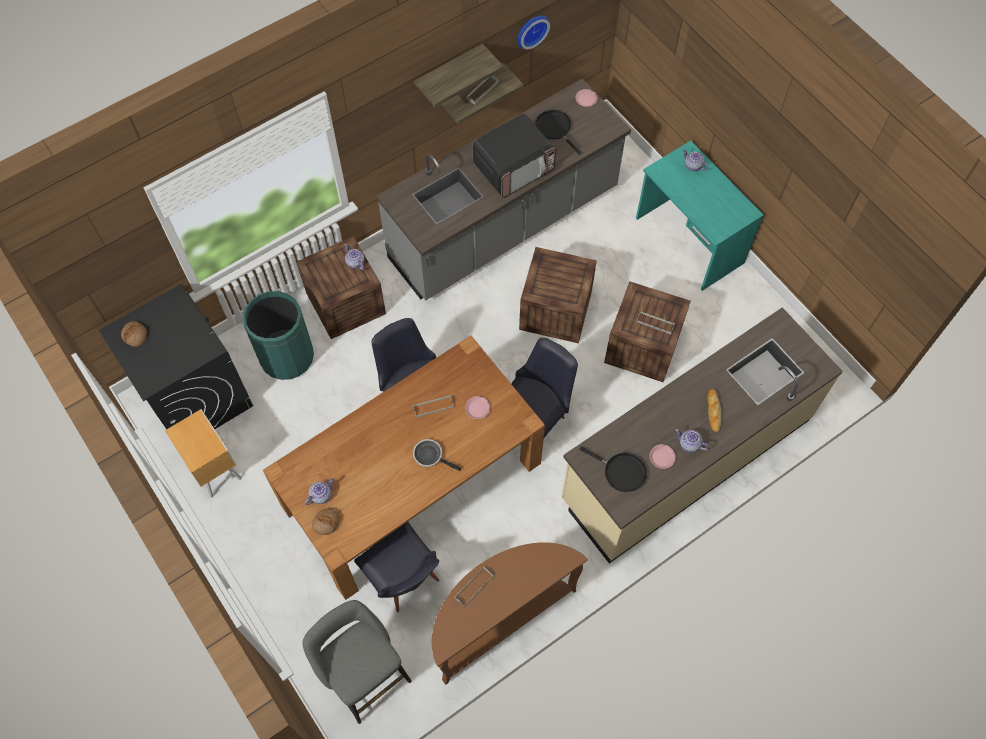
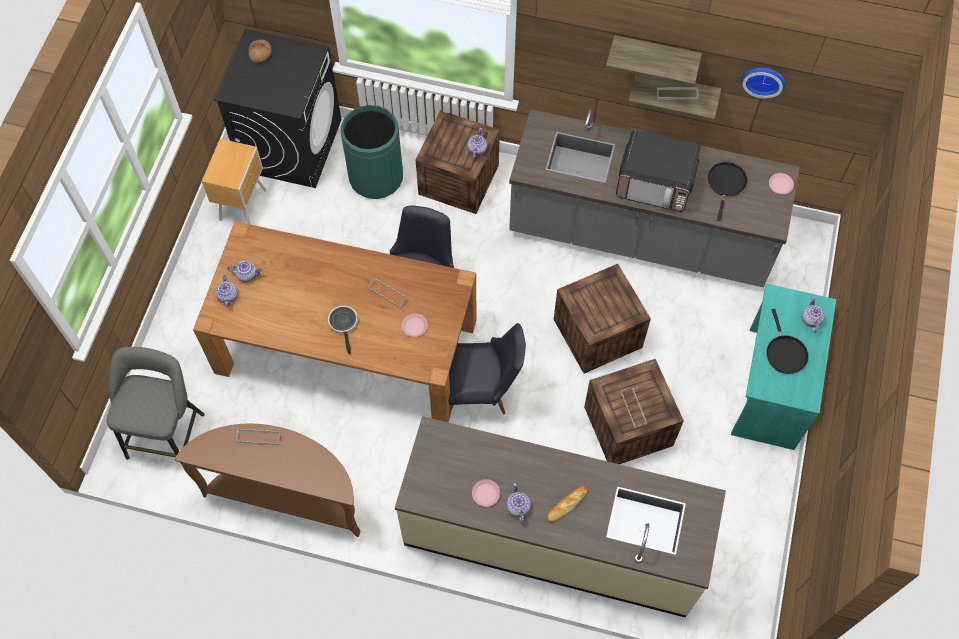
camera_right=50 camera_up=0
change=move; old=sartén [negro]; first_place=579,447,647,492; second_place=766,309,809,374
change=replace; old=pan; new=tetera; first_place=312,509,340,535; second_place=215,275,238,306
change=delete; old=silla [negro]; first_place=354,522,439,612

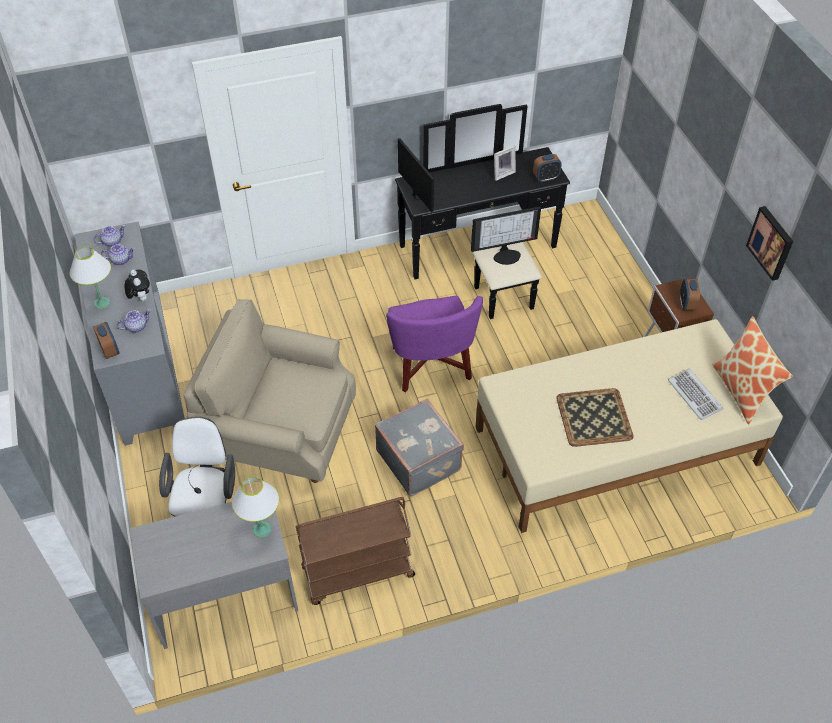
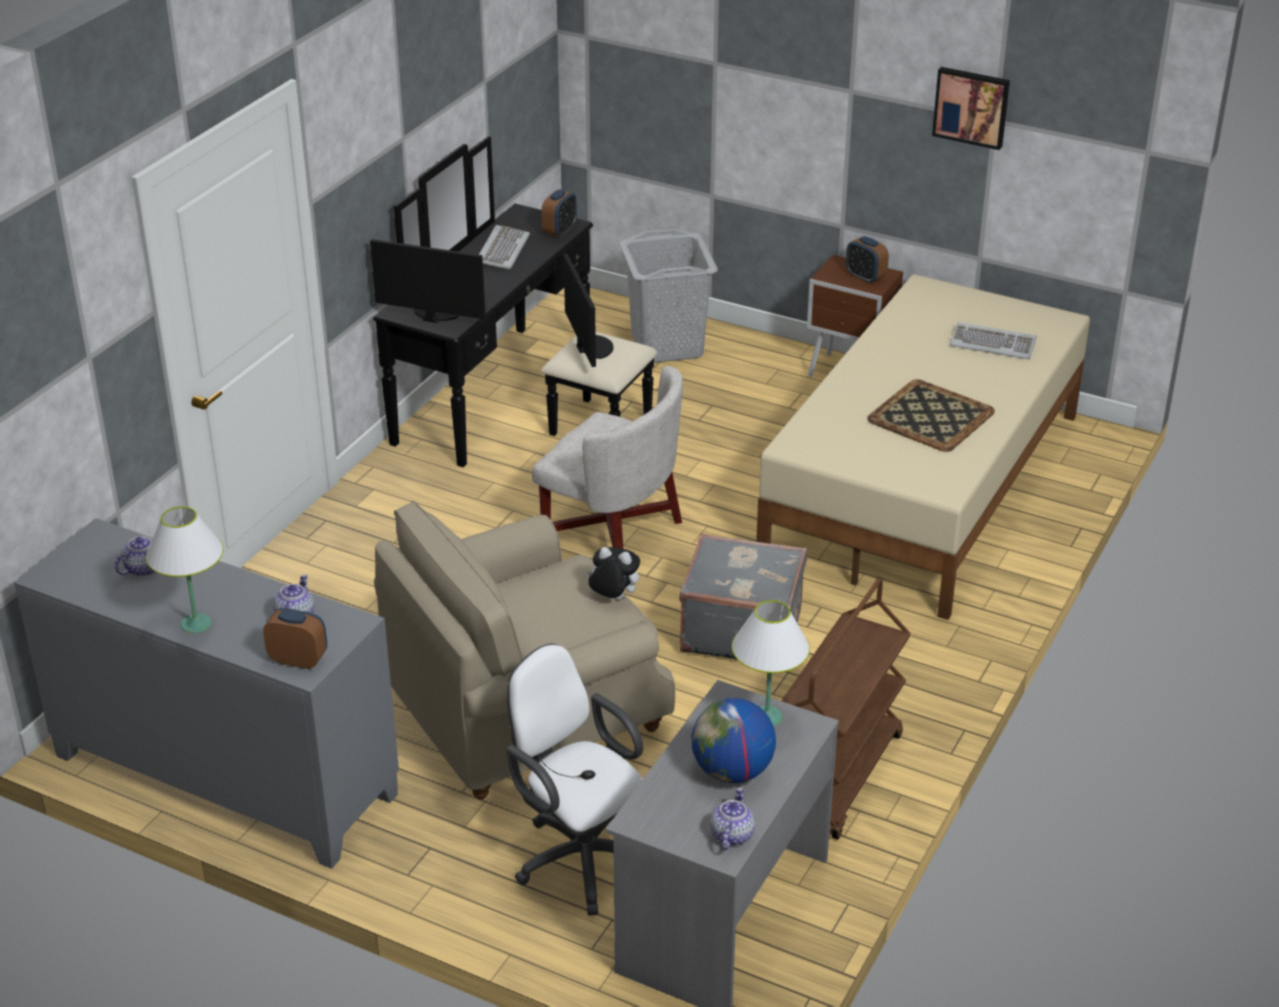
camera_right=-45 camera_up=-15
change=replace; old=portarretratos; new=teclado; first_place=494,145,516,181; second_place=479,225,530,269
change=rotate; old=monitor; first_place=471,207,541,265; second_place=564,254,613,367; degrees=-45
change=move; old=tetera; first_place=94,225,125,247; second_place=710,787,755,850
change=move; old=peluche; first_place=124,269,150,301; second_place=587,547,640,600
change=recolor; old=sillón [morado]; new=sillón [blanco]; first_place=386,296,483,392; second_place=532,366,683,549
change=delete; old=cojín; first_place=713,316,793,425
change=insert; new=cesto de la ropa [gris]; second_place=620,229,718,363
change=insert; new=globo terráqueo; second_place=691,698,776,783

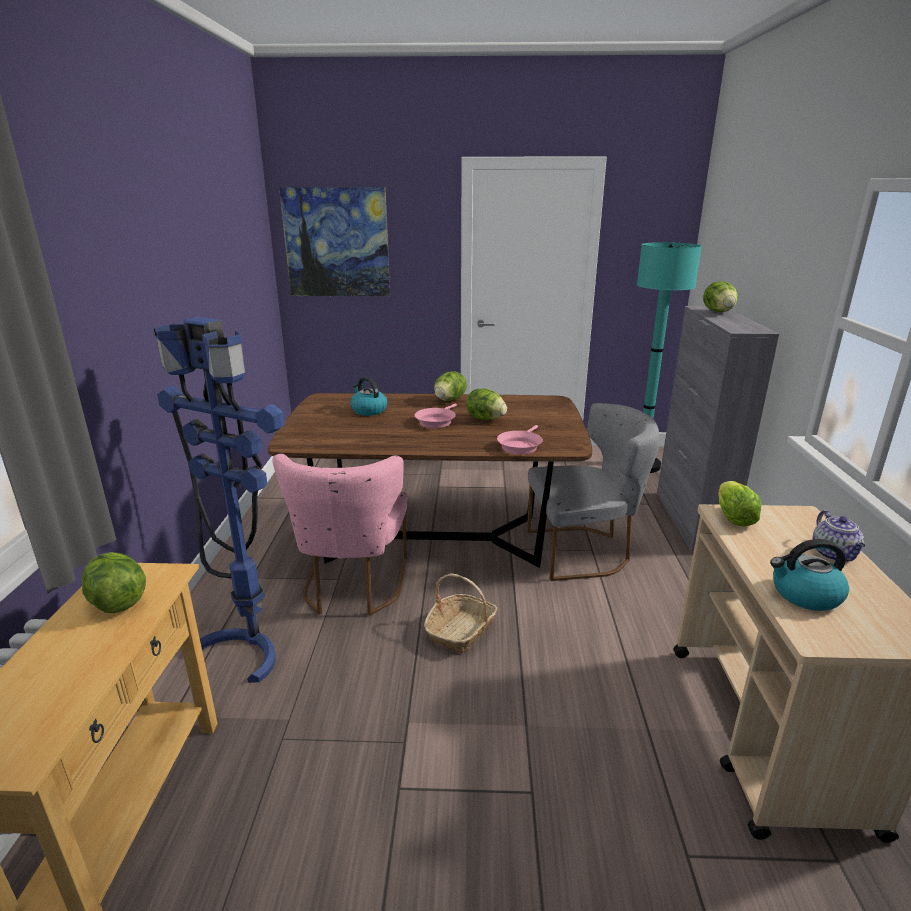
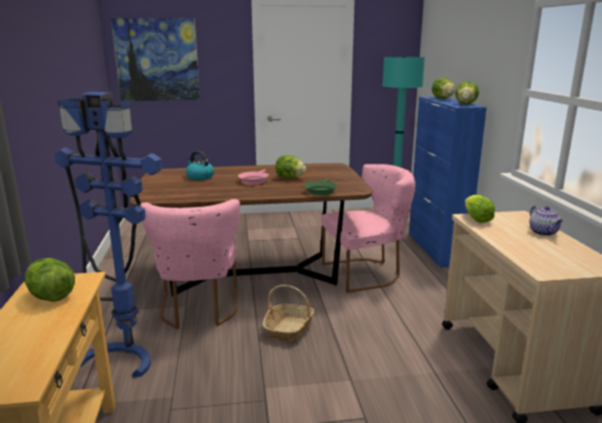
camera_right=-10 camera_up=-5
change=recolor; old=armario [gris]; new=armario [azul]; first_place=657,306,779,552; second_place=409,97,487,268
change=move; old=lechuga; first_place=434,371,467,401; second_place=455,81,479,104
change=recolor; old=silla [gris]; new=silla [rosa]; first_place=527,403,659,581; second_place=321,164,415,293
change=recolor; old=sartén [rosa]; new=sartén [verde]; first_place=497,425,543,455; second_place=304,178,337,196
change=delete; old=hervidor; first_place=770,539,849,611

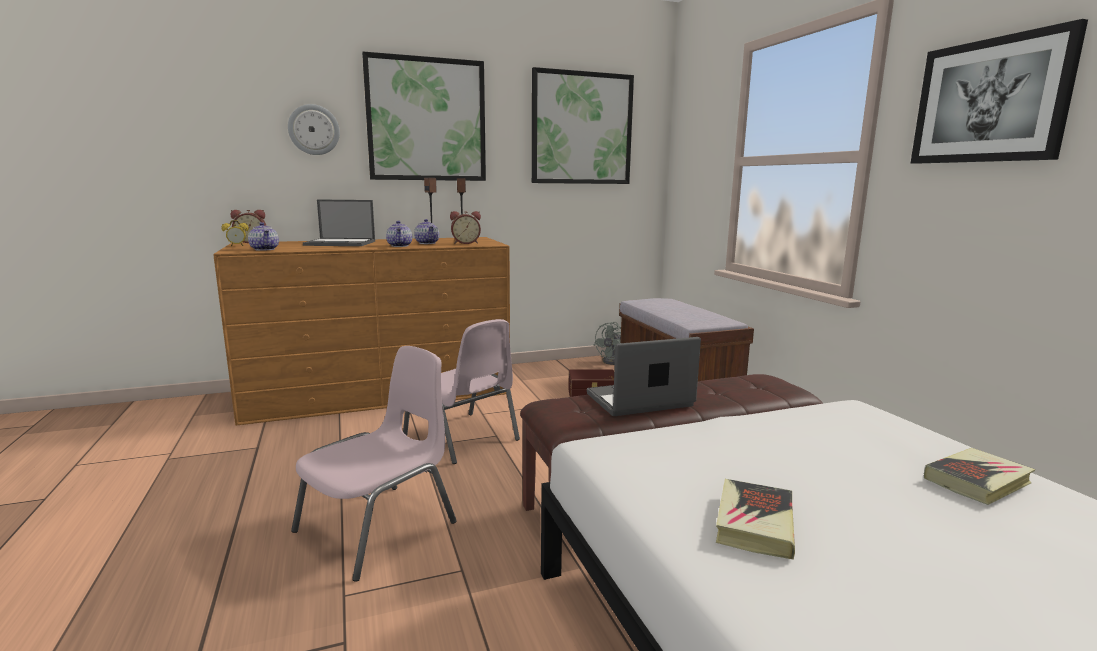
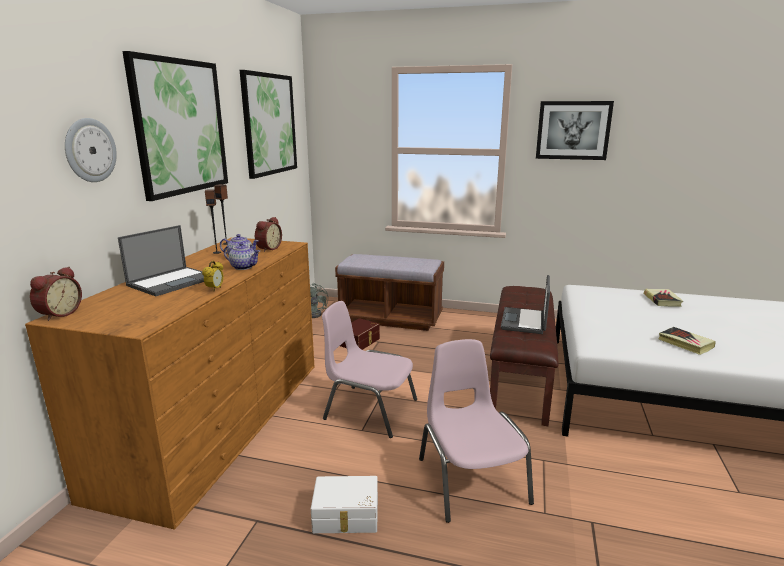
camera_right=-55 camera_up=5
change=move; old=despertador; first_place=221,220,249,246; second_place=202,261,224,291
change=delete; old=tetera; first_place=248,222,279,251
change=rotate; old=silla [rosa]; first_place=403,319,520,464; second_place=322,301,417,438; degrees=-150
change=insert; new=caja de almacenaje [blanco]; second_place=311,476,378,533

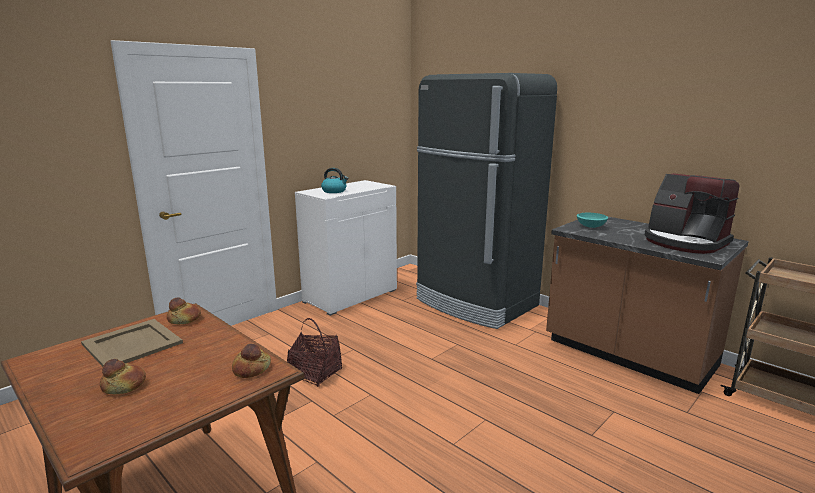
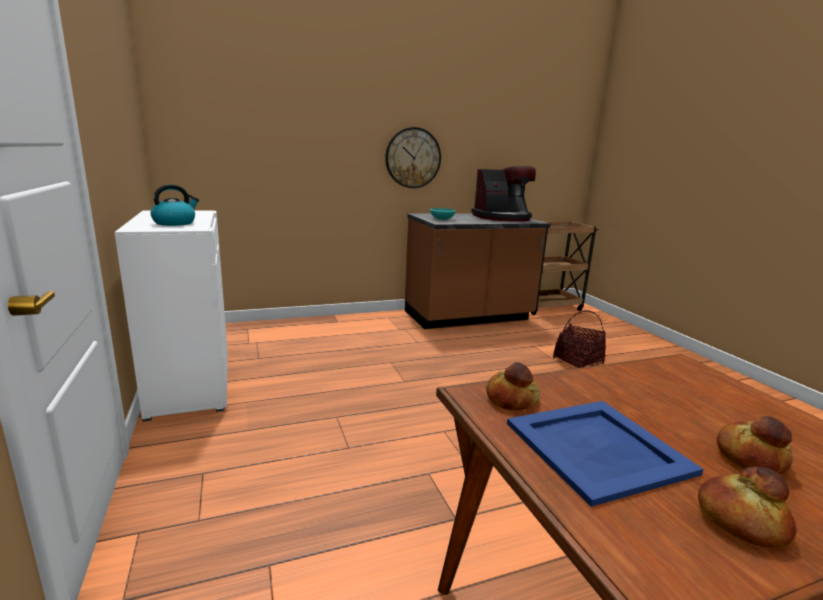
camera_right=-65 camera_up=0
change=delete; old=nevera [negro]; first_place=416,73,557,329
change=move; old=cesta; first_place=287,318,342,387; second_place=553,310,606,368
change=recolor; old=bandeja [beis]; new=bandeja [azul]; first_place=81,319,183,367; second_place=507,401,704,507
change=move; old=pan; first_place=232,344,271,378; second_place=698,467,797,548
change=insert; new=reloj de pared; second_place=385,127,441,188

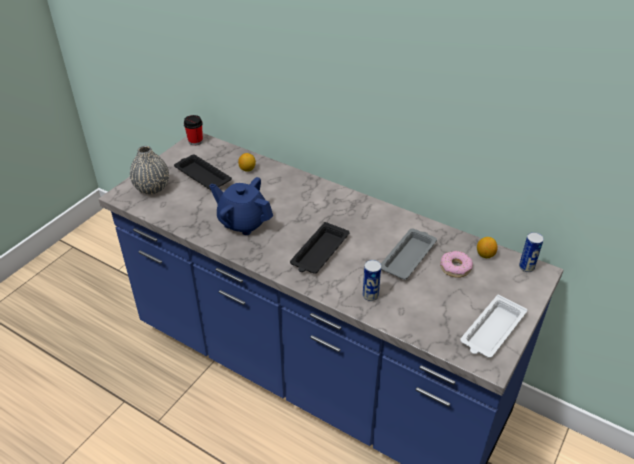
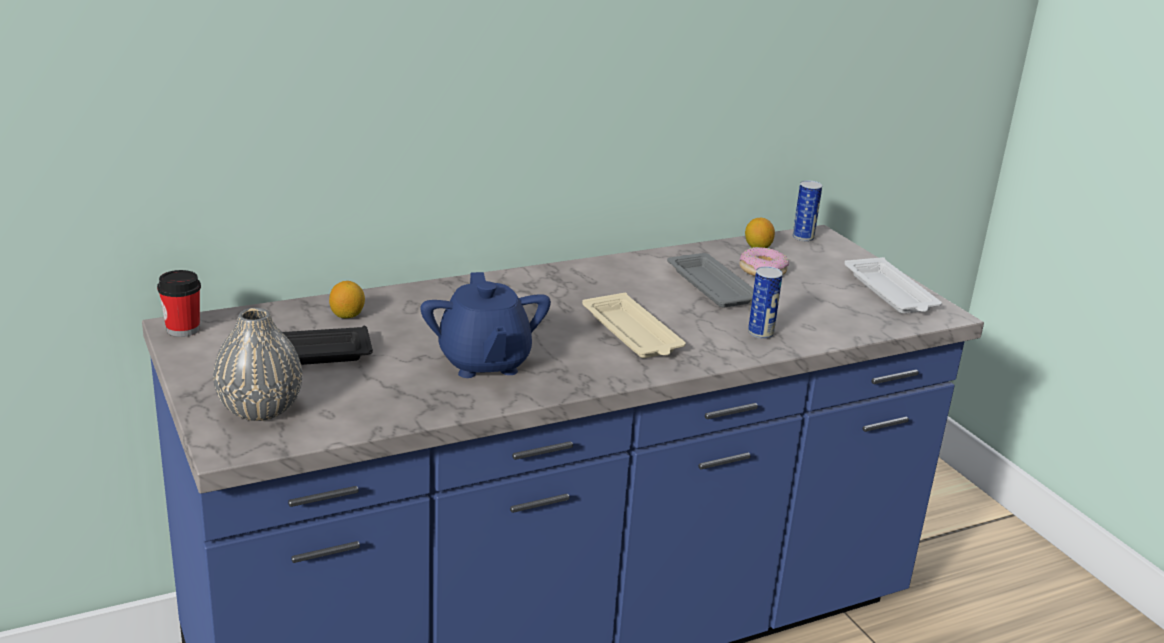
camera_right=-60 camera_up=-15
change=rotate; old=tetera [azul]; first_place=209,177,273,235; second_place=420,272,551,378; degrees=-75
change=recolor; old=bandeja [negro]; new=bandeja [beis]; first_place=290,222,349,274; second_place=582,293,686,358

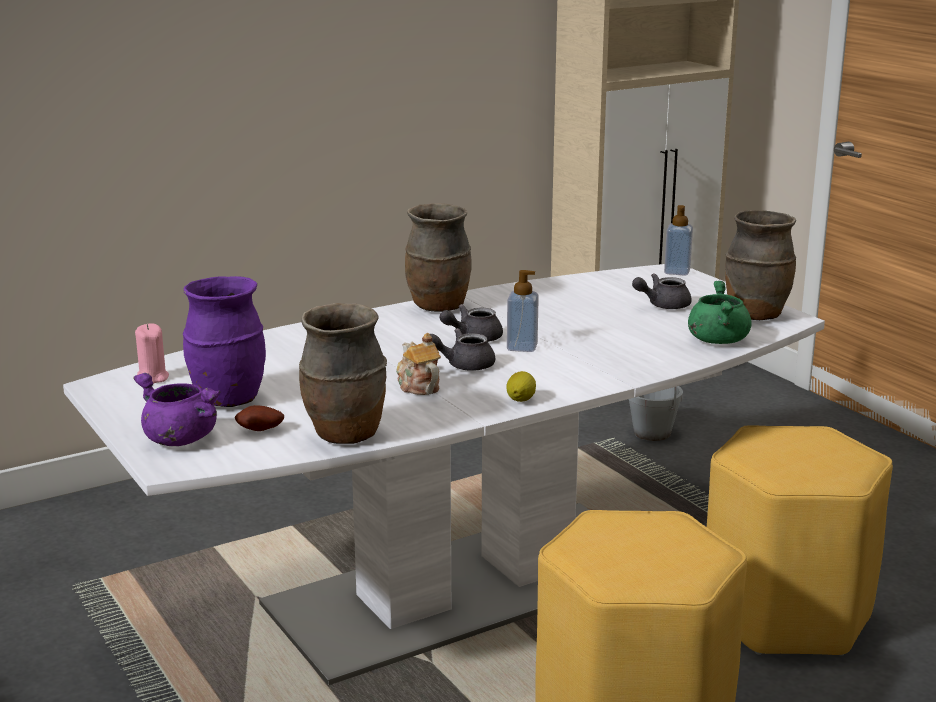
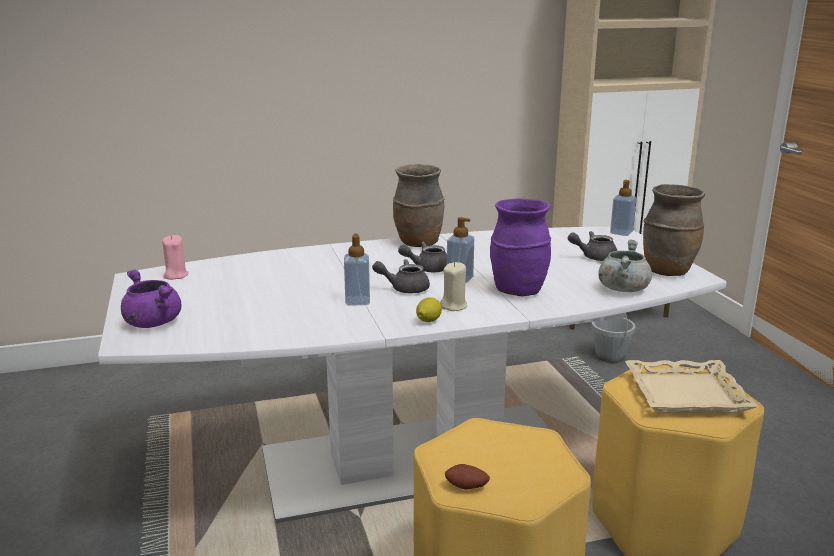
camera_right=15 camera_up=0
change=move; old=florero [morado]; first_place=183,276,266,407; second_place=490,198,551,296
change=recolor; old=olla [verde]; new=olla [gris]; first_place=688,281,752,344; second_place=598,240,652,292
change=delete; old=florero [marrón]; first_place=299,303,387,444
change=replace; old=tetera; new=dispensador de jabón; first_place=396,333,441,395; second_place=344,233,370,306
change=move; old=patata; first_place=235,405,284,431; second_place=445,464,490,490
change=insert; new=vela [beis]; second_place=440,262,467,311
change=insert; new=bandeja [beis]; second_place=625,360,758,413

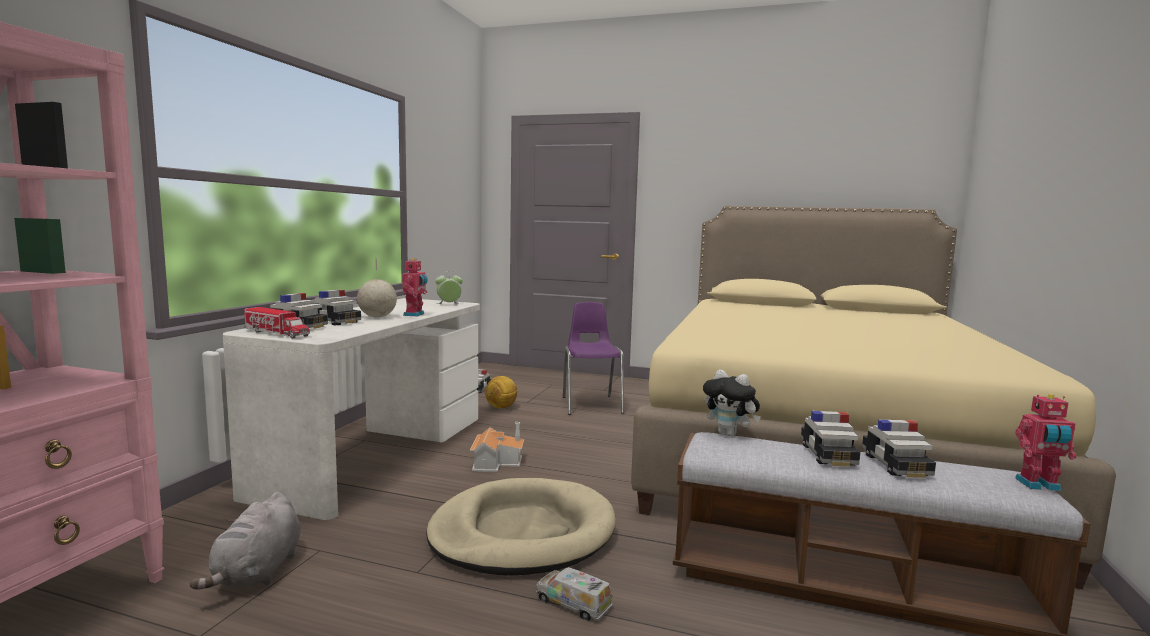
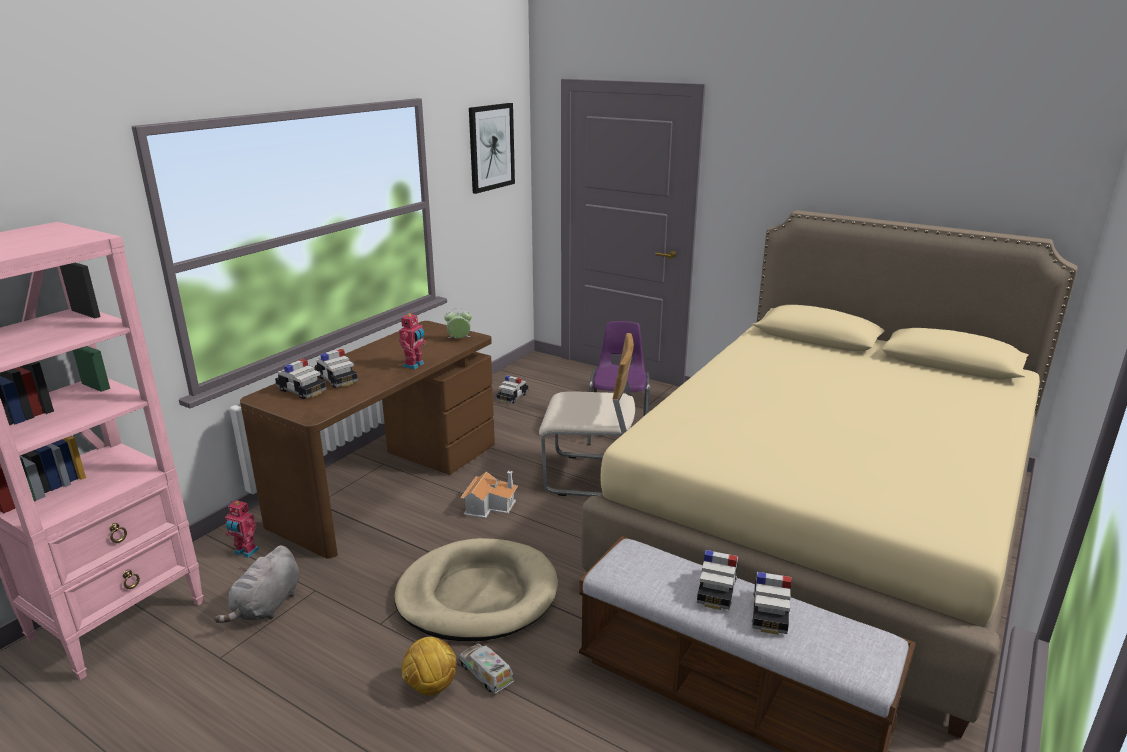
camera_right=15 camera_up=15
change=delete; old=globo terráqueo; first_place=357,259,397,317
change=recolor; old=escritorio [blanco]; new=escritorio [marrón]; first_place=223,298,480,520; second_place=240,321,495,559
change=delete; old=camión de juguete; first_place=244,307,310,339
change=delete; old=peluche; first_place=703,369,761,436
change=move; old=balón de fútbol; first_place=485,376,517,408; second_place=401,637,457,696
change=move; old=robot de juguete; first_place=1015,394,1076,491; second_place=225,500,259,558
change=insert; new=cuadro; second_place=469,103,515,194
change=insert; new=silla [beis]; second_place=539,333,635,497

